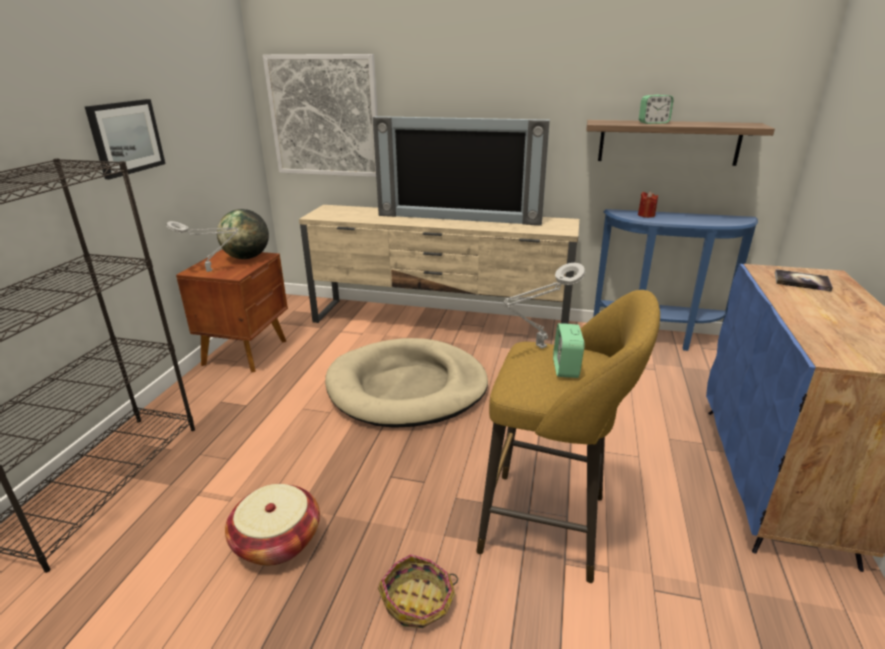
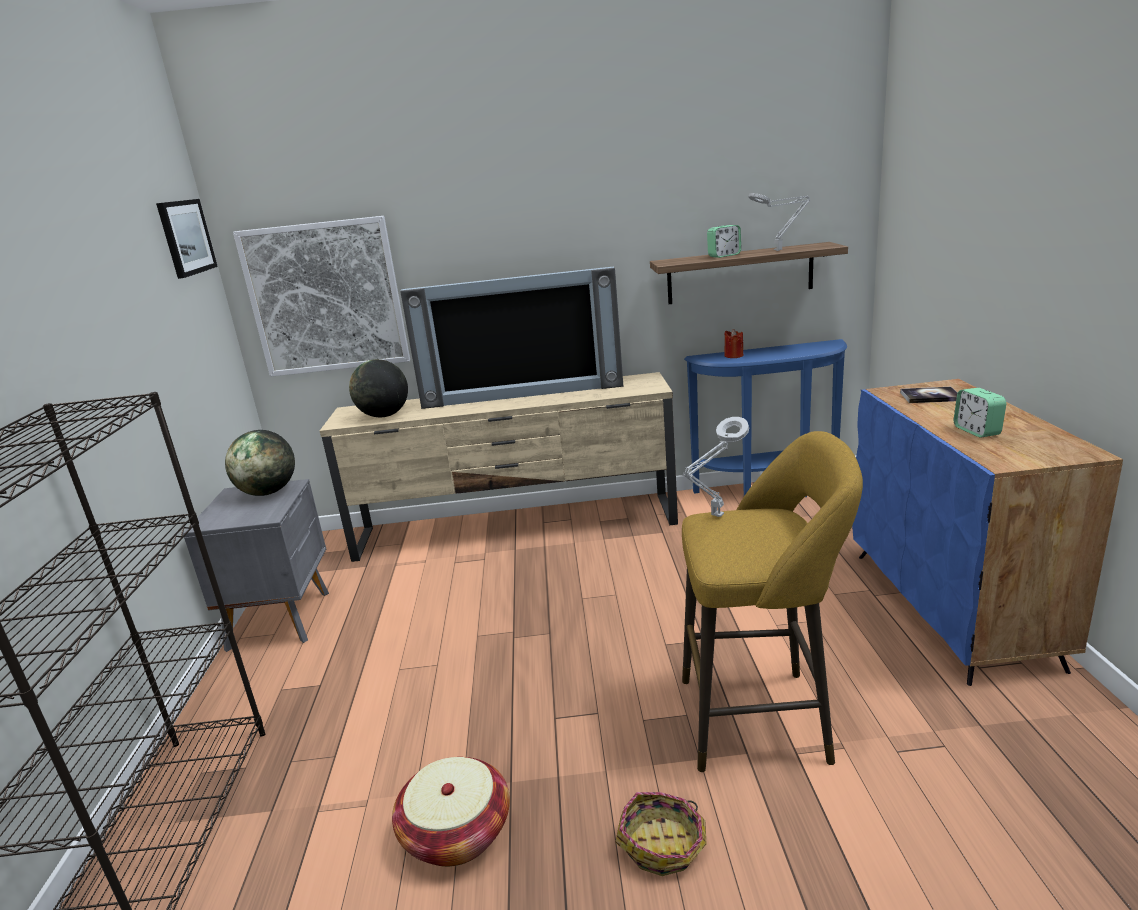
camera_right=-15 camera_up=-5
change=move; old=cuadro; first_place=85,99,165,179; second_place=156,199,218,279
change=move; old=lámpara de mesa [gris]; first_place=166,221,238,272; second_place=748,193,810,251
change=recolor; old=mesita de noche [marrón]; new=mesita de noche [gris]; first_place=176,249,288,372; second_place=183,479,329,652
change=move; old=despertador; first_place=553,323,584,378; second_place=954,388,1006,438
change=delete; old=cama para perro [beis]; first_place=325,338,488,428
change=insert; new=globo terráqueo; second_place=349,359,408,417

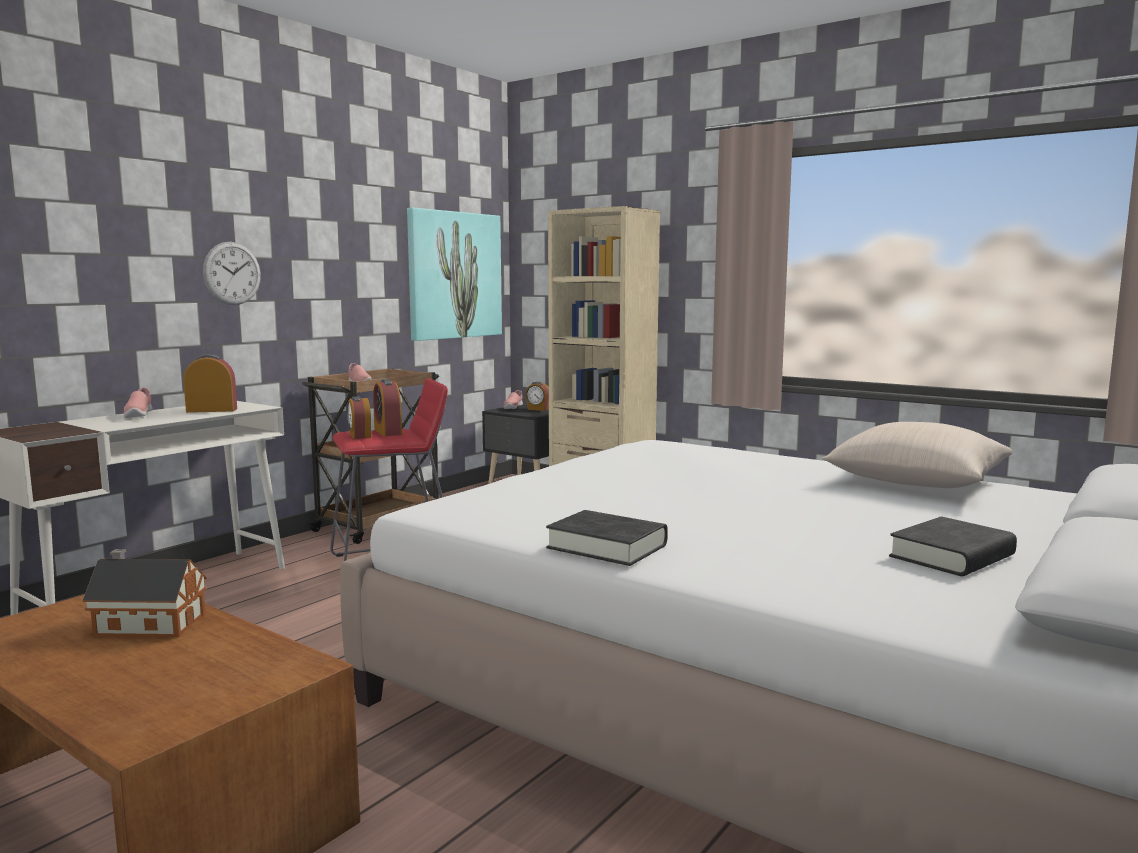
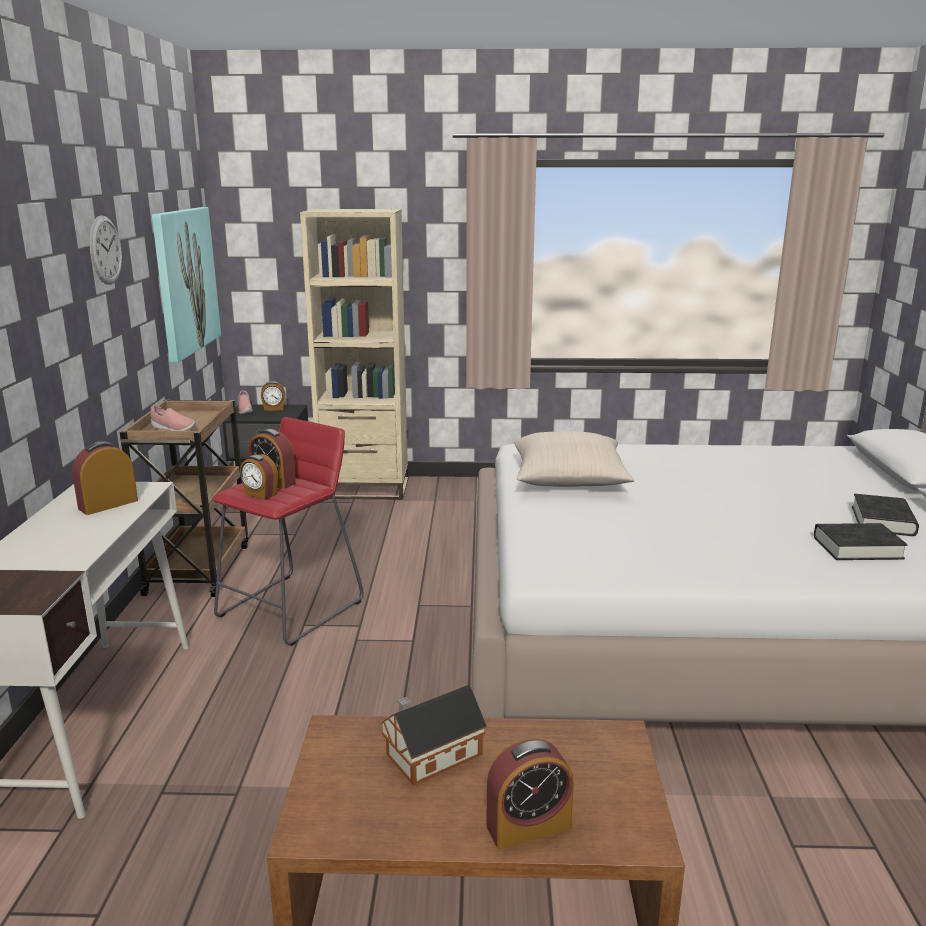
camera_right=-35 camera_up=10
change=move; old=reloj de pared; first_place=203,242,261,305; second_place=90,215,122,285
change=delete; old=zapato [rosa]; first_place=124,387,153,418
change=move; old=cojín [beis]; first_place=822,422,1013,488; second_place=514,431,634,487
change=move; old=libro [negro]; first_place=546,510,668,566; second_place=814,523,908,560
change=insert; new=despertador; second_place=486,738,574,849

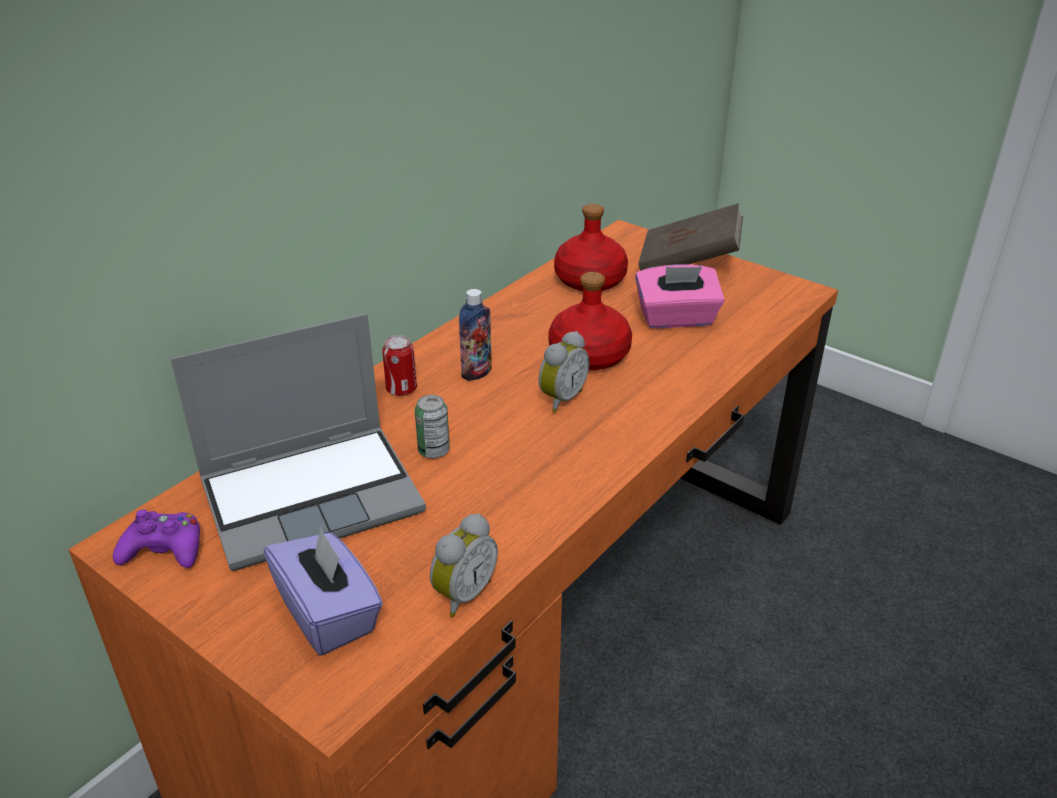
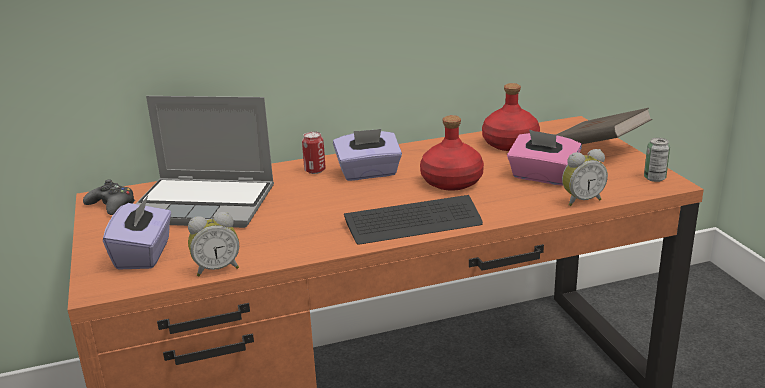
camera_right=35 camera_up=-10
change=replace; old=botella; new=caja de pañuelos [morado]; first_place=459,289,492,381; second_place=333,129,402,181
change=move; old=despertador; first_place=538,331,589,412; second_place=562,149,608,206
change=move; old=lata; first_place=415,395,450,458; second_place=644,138,670,182
change=recolor; old=mando de consola [morado]; new=mando de consola [negro]; first_place=113,509,200,568; second_place=83,179,135,215
change=insert; new=teclado; second_place=344,195,483,244

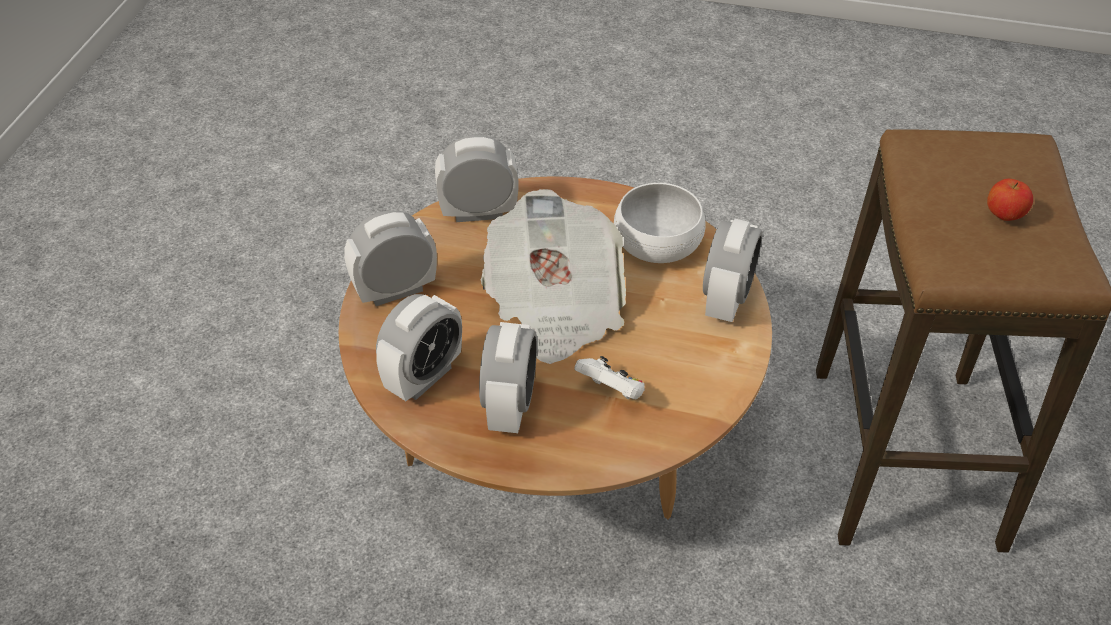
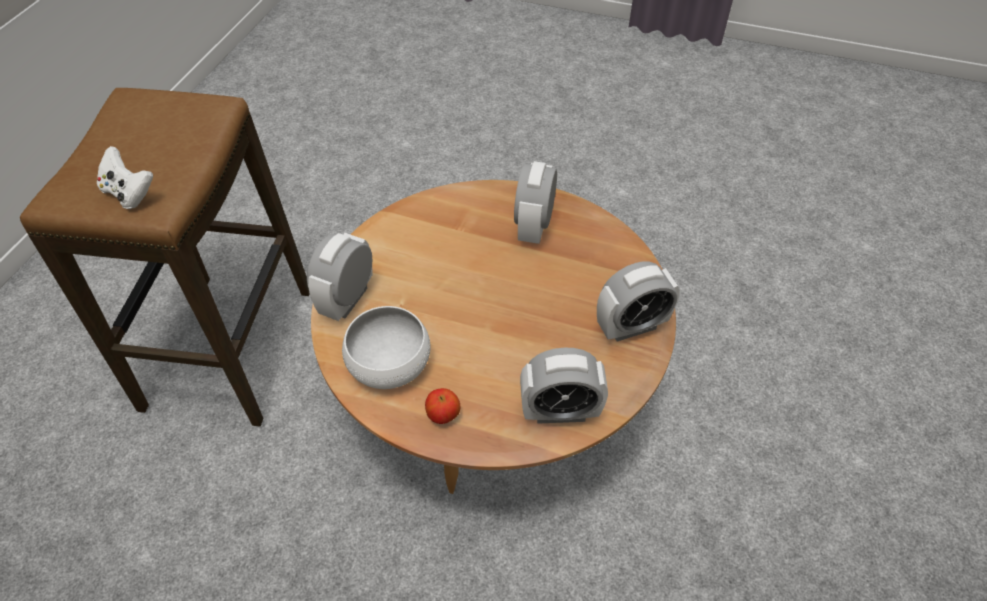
camera_right=-175 camera_up=5
change=move; old=manzana; first_place=987,179,1033,221; second_place=425,388,461,424
change=delete; old=periódico; first_place=480,189,626,364
change=delete; old=despertador; first_place=376,294,462,401
change=move; old=mando de consola [blanco]; first_place=574,356,645,400; second_place=97,146,153,209

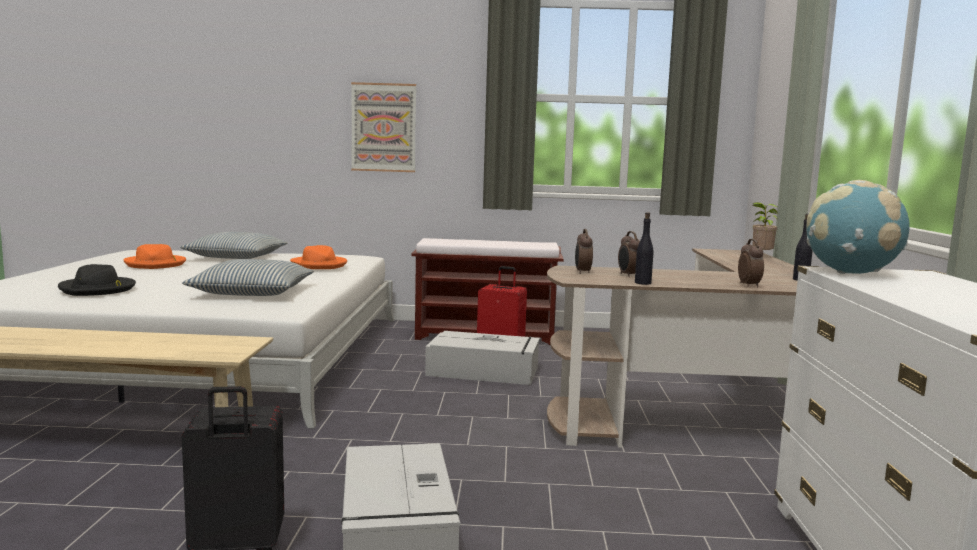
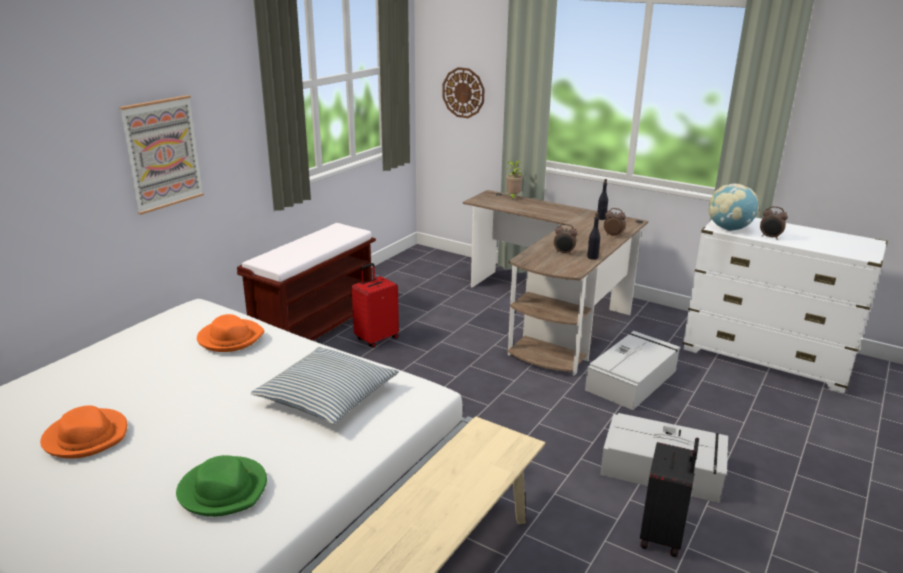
camera_right=-60 camera_up=15
change=move; old=despertador; first_place=575,229,593,274; second_place=760,206,788,240
change=delete; old=cojín; first_place=180,232,288,259
change=recolor; old=sombrero [negro]; new=sombrero [verde]; first_place=58,264,136,296; second_place=176,455,267,517
change=move; old=caja de almacenaje [gris]; first_place=425,331,540,385; second_place=585,331,681,410
change=insert; new=reloj de pared; second_place=442,67,484,118

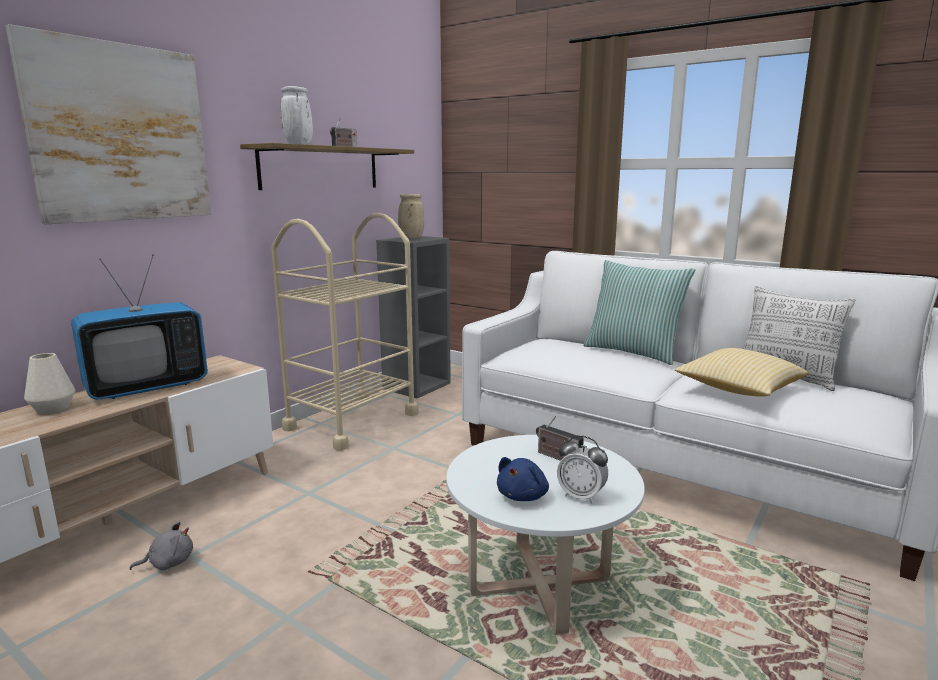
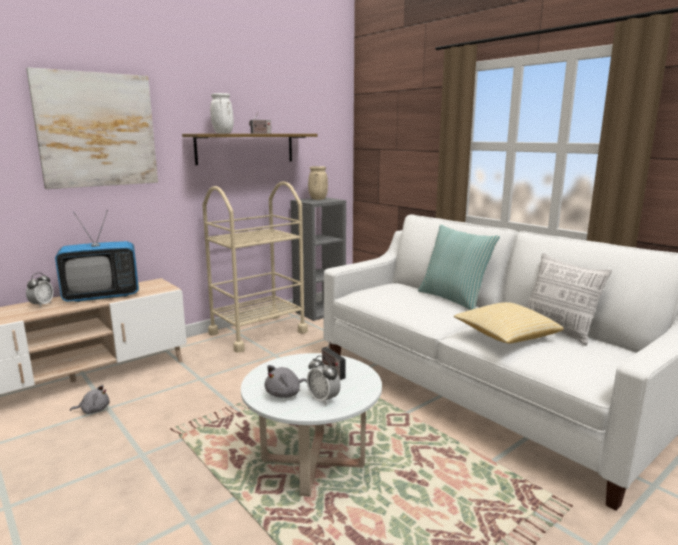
camera_right=15 camera_up=0
change=replace; old=florero [blanco]; new=despertador; first_place=24,353,75,414; second_place=26,273,53,308
change=recolor; old=peluche [azul]; new=peluche [gris]; first_place=497,457,549,501; second_place=265,365,307,398

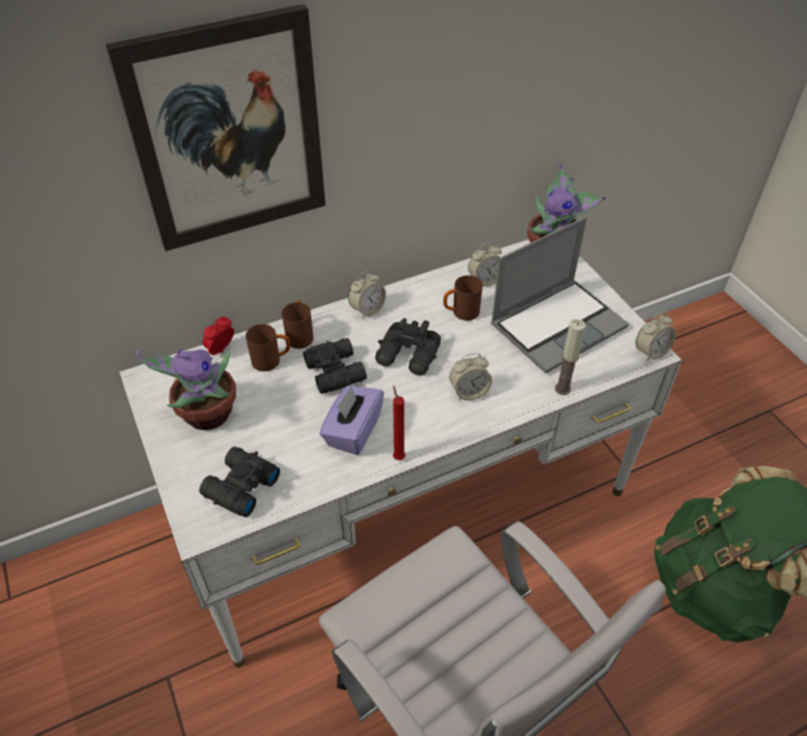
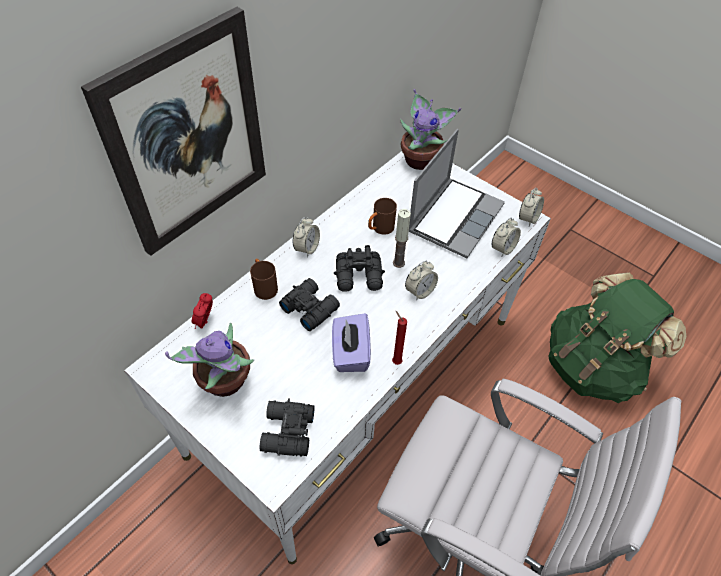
camera_right=-25 camera_up=5
change=move; old=despertador; first_place=468,242,502,286; second_place=492,217,521,256
change=move; old=vela; first_place=555,319,586,395; second_place=393,209,411,268
change=delete; old=taza grande [marrón]; first_place=246,324,291,371

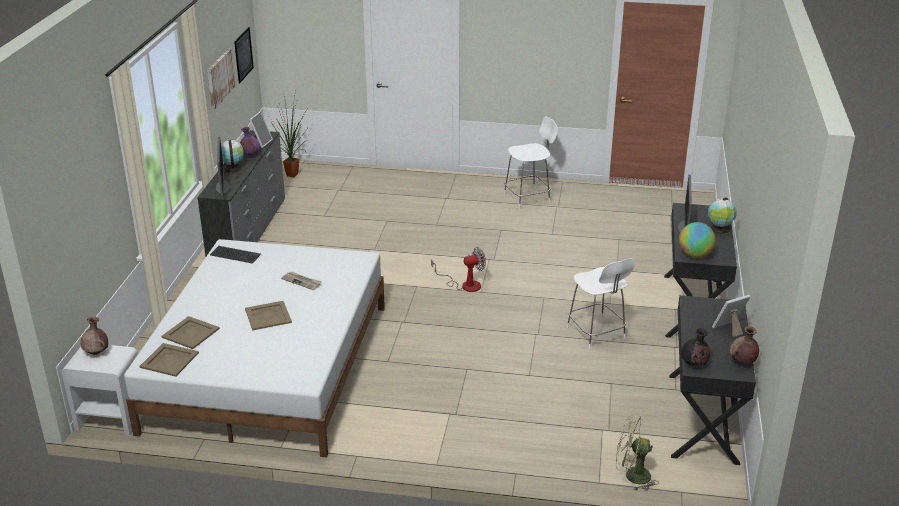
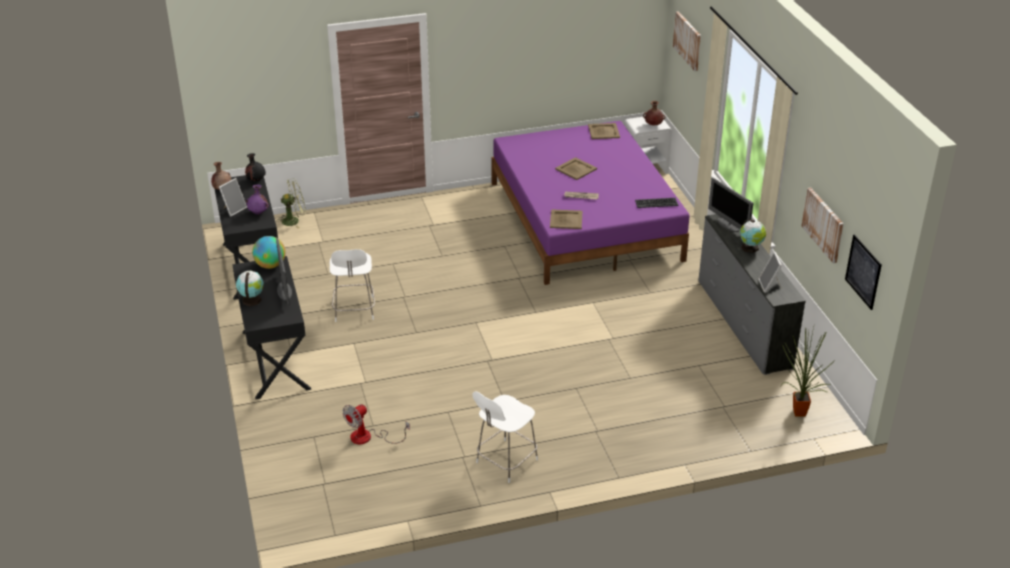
camera_right=155 camera_up=5
change=move; old=florero [morado]; first_place=240,127,260,155; second_place=246,185,269,215
change=recolor; old=cama [blanco]; new=cama [morado]; first_place=124,239,385,457; second_place=491,121,690,285
change=move; old=ventilador; first_place=431,247,486,292; second_place=342,404,410,444
change=rotate; old=silla [blanco]; first_place=567,258,635,349; second_place=330,249,375,322; degrees=-135
change=move; old=bandeja [beis]; first_place=161,316,220,349; second_place=550,209,582,229
change=insert; new=cuadro; second_place=673,11,701,71

